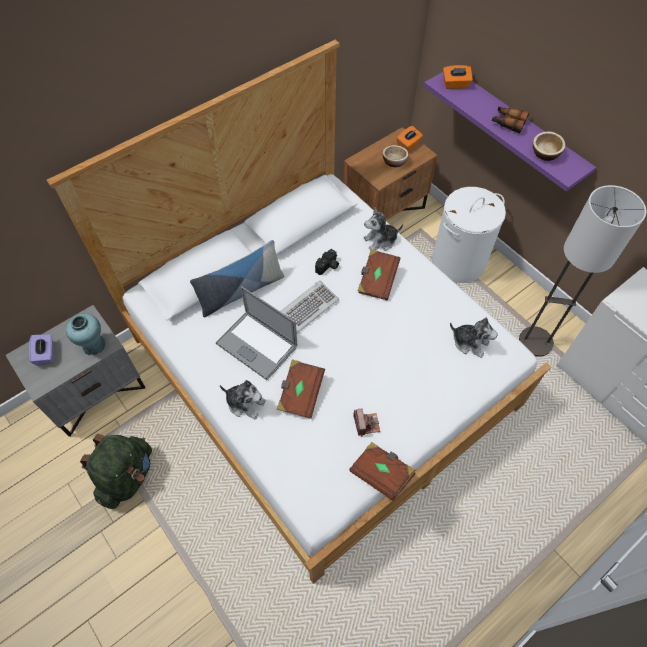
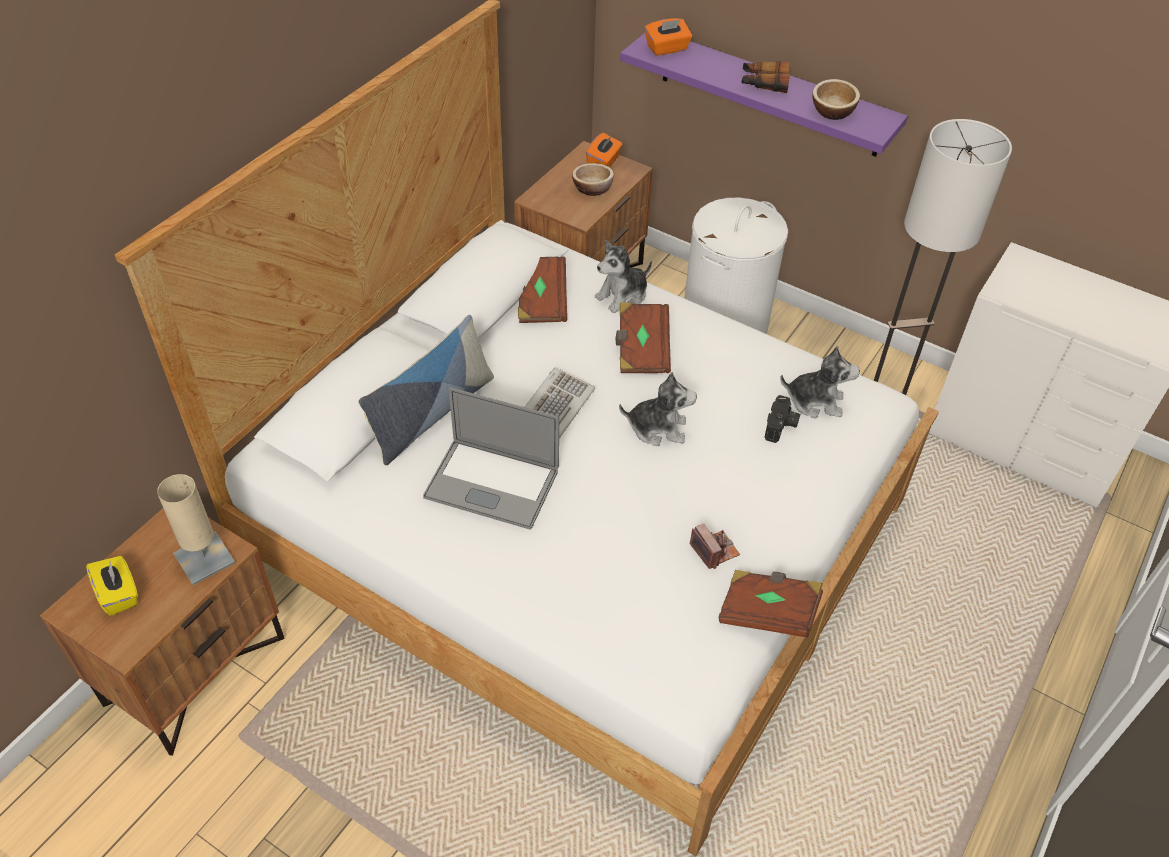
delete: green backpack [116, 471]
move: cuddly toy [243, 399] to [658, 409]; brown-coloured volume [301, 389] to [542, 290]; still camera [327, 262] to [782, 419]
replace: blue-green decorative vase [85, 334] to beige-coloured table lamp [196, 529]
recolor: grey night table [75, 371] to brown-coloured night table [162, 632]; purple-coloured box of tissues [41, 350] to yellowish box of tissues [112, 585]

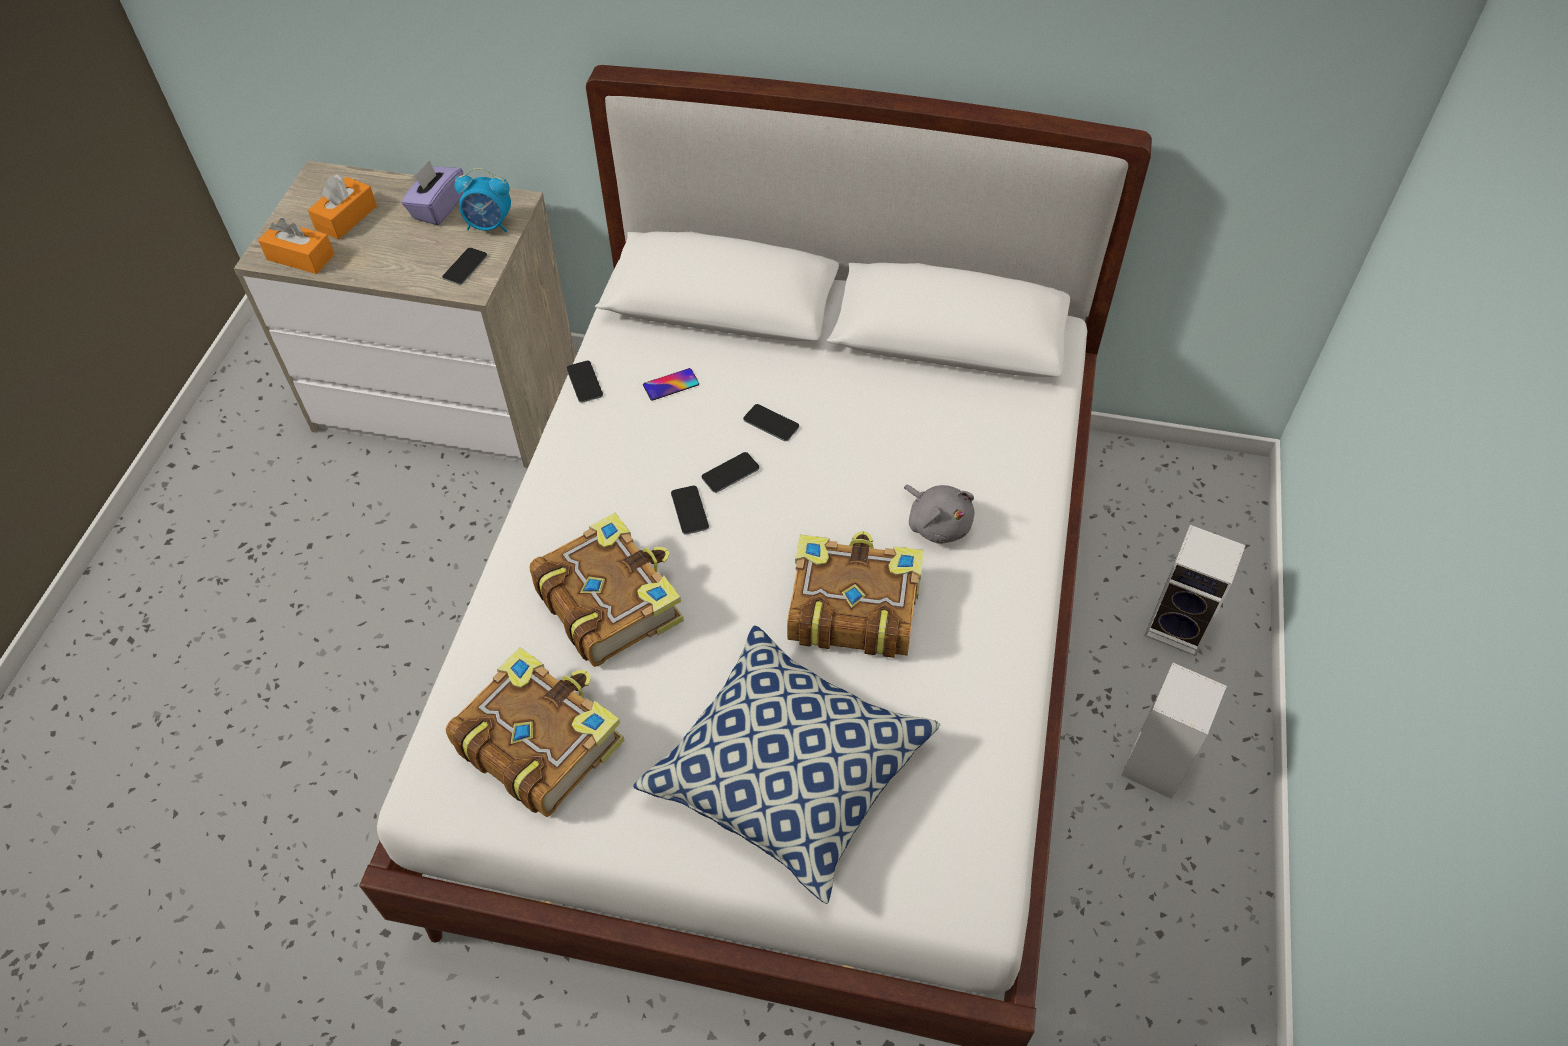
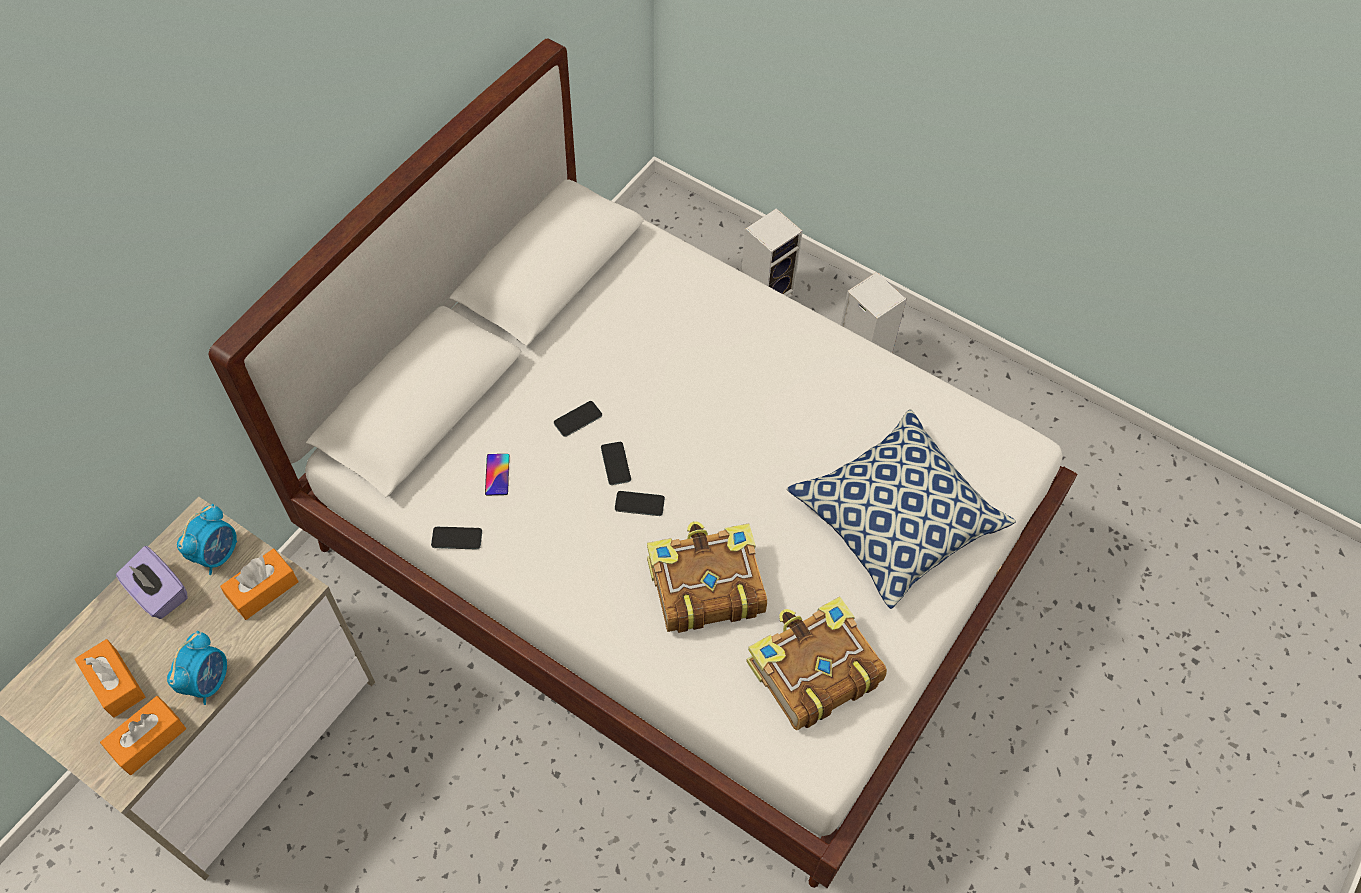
delete: volume [855, 594]; grey cuddly toy [939, 514]
insert: table clock [197, 668]
replace: handset [464, 266] to orange box of tissues [259, 584]

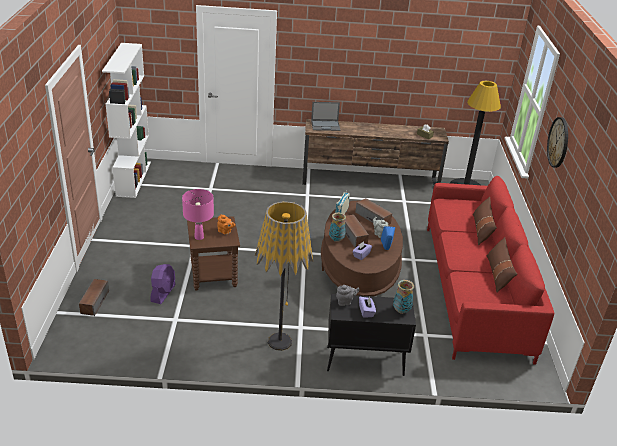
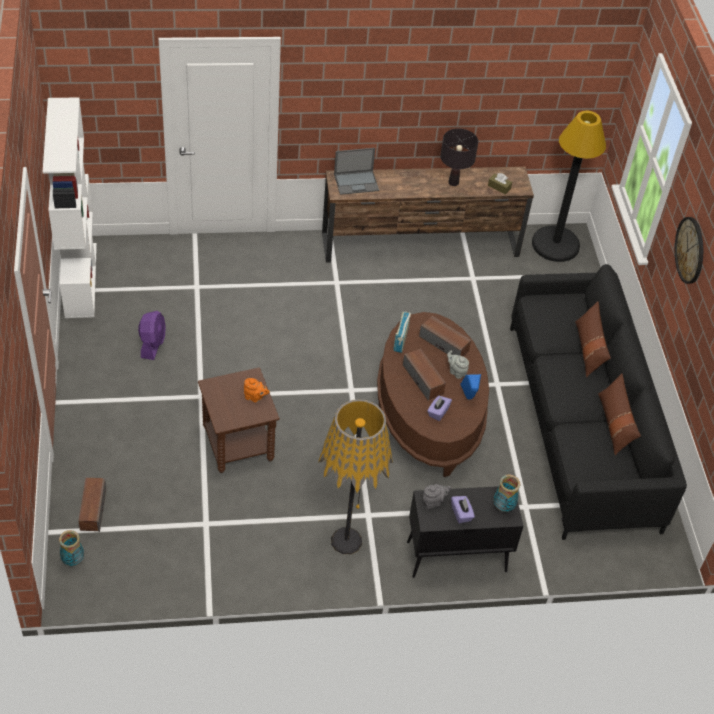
delete: pinkish table lamp [198, 214]
insert: blackish table lamp [459, 157]
move: purple-coloured fan [163, 284] to [152, 335]; decorative vase [337, 227] to [71, 548]
recolor: red sofa [490, 270] to blackish sofa [598, 402]

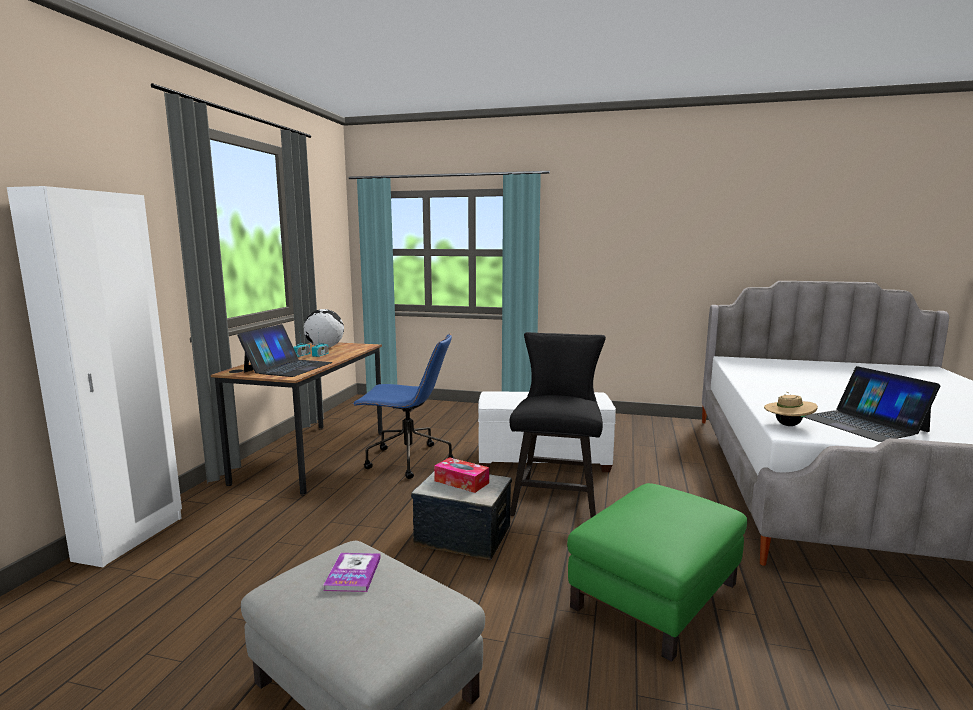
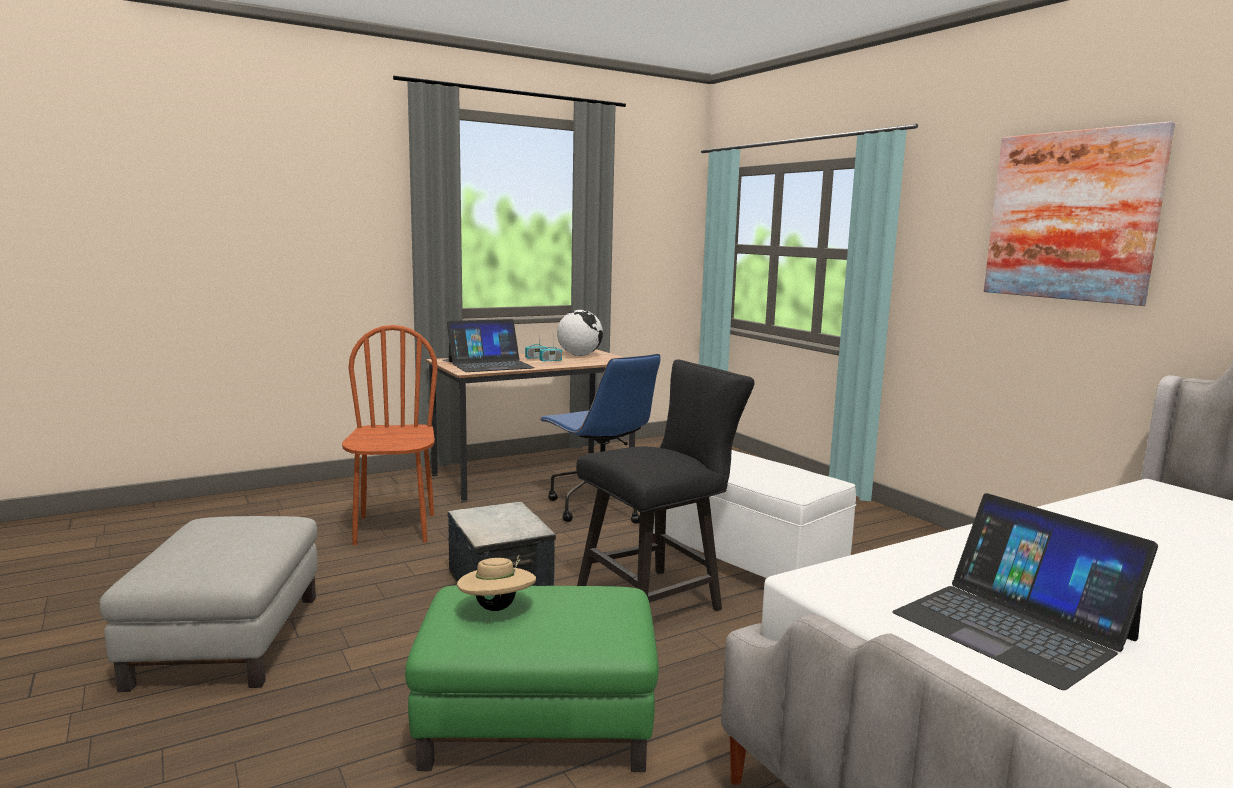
delete: whitish clothes cupboard [94, 376]; volume [352, 572]; box of tissues [461, 475]
insert: brown-coloured plain chair [390, 435]; wall picture [1079, 213]
move: beige-coloured hat [791, 409] to [496, 583]
rotate: portable computer [872, 404] = [1025, 591] 60 degrees counterclockwise

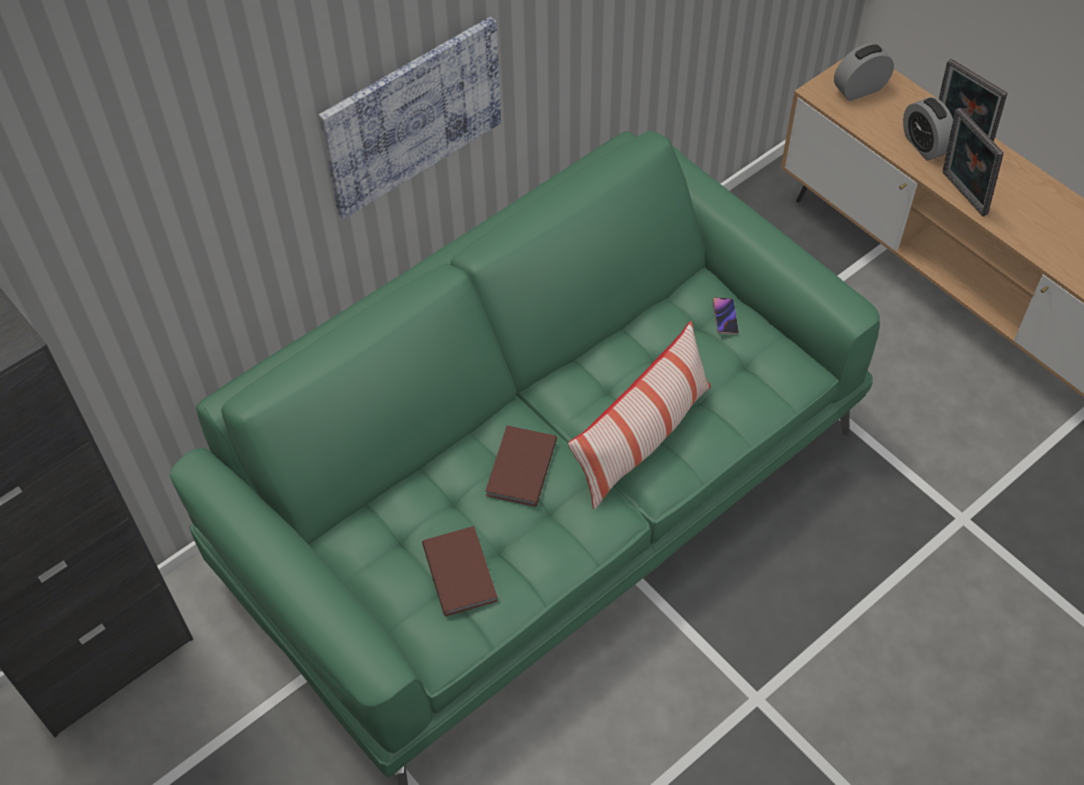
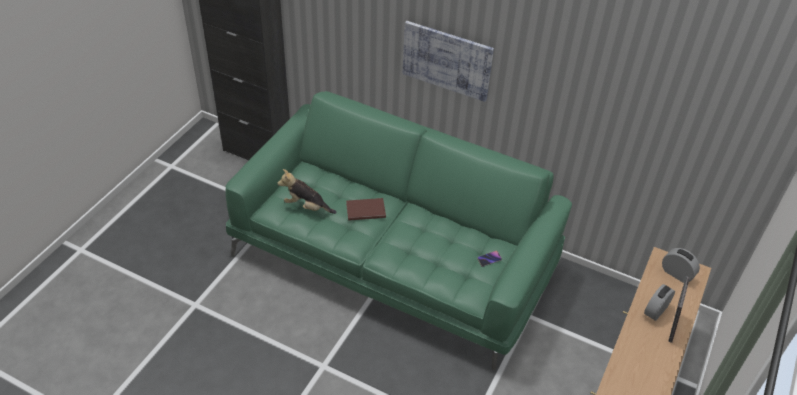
delete: throw pillow [639, 415]; standing frame [973, 162]
replace: brown-coloured volume [460, 571] to cuddly toy [306, 191]

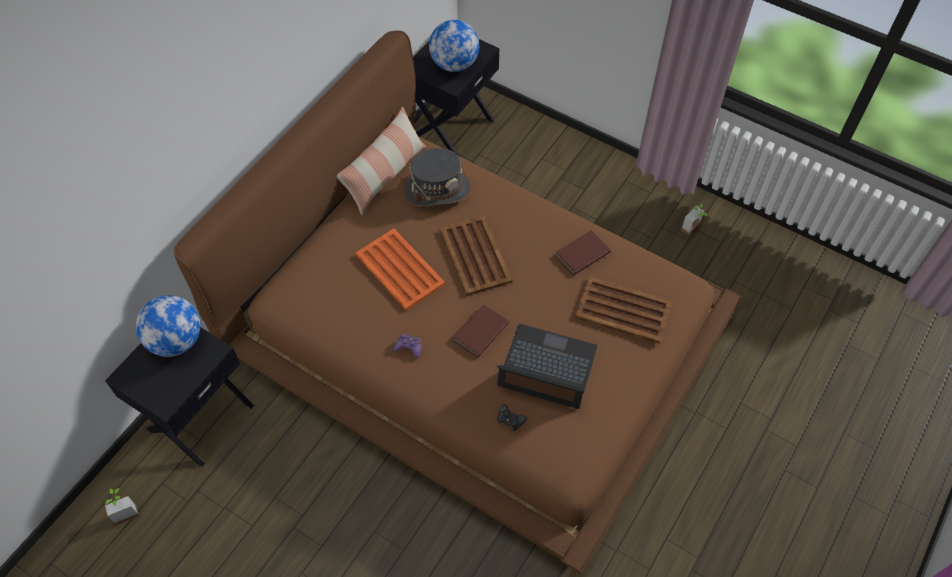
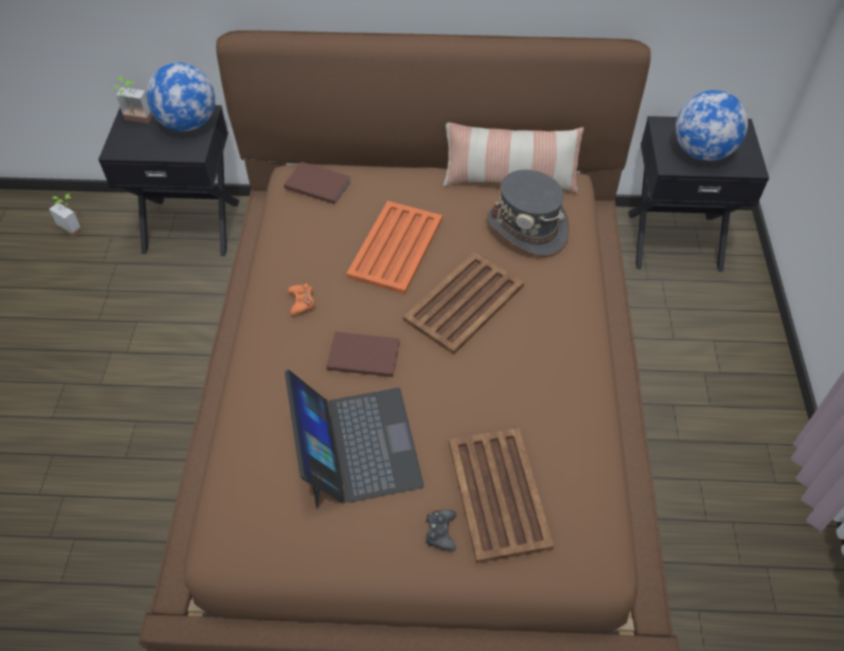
move: blackish gamepad [512, 418] to [441, 530]; brown-coloured volume [583, 252] to [317, 183]; houseplant [694, 220] to [133, 100]
recolor: purple-coloured gamepad [407, 346] to orange gamepad [302, 300]

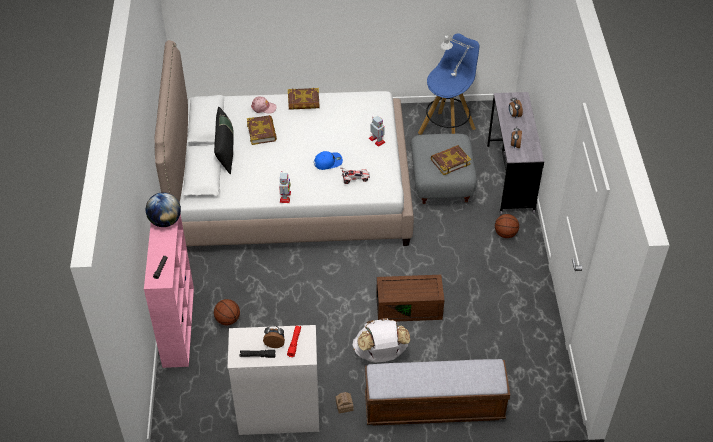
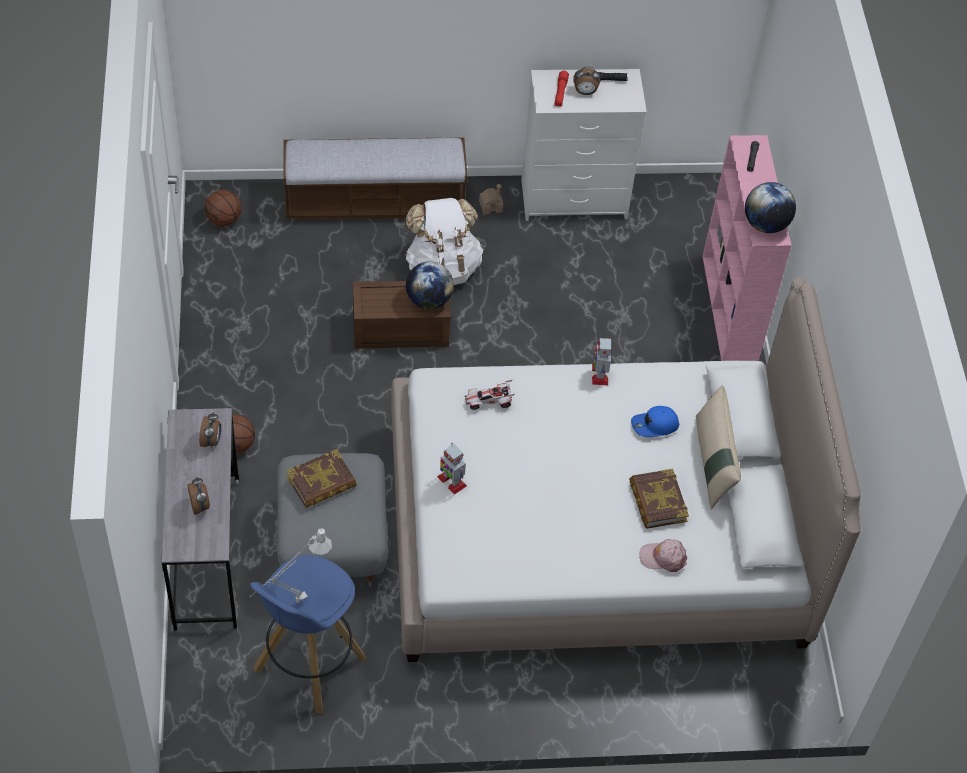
delete: volume [304, 99]
insert: globe [430, 285]
move: basketball [227, 312] to [223, 208]; blue cap [328, 160] to [655, 421]
recolor: blackish throw pillow [224, 140] to beige-coloured throw pillow [718, 447]

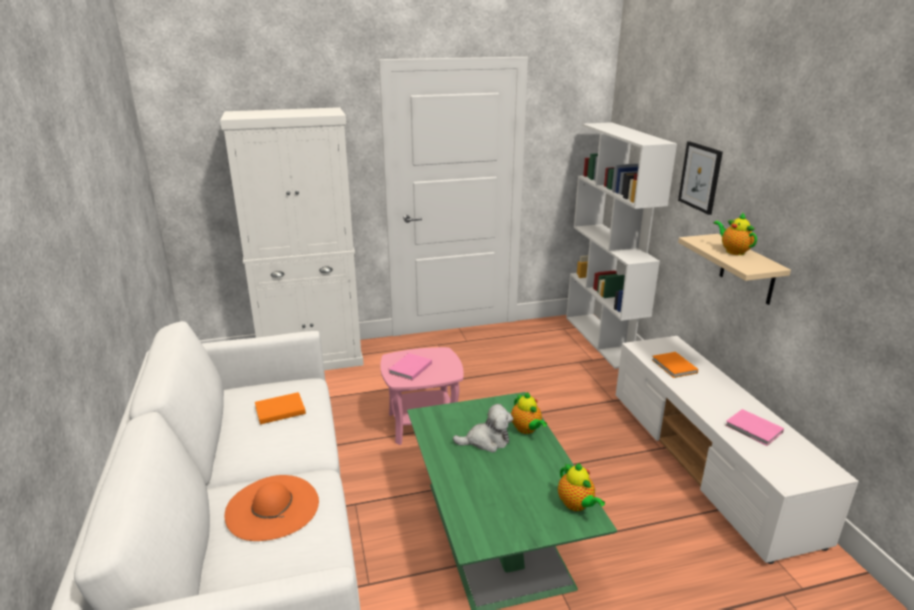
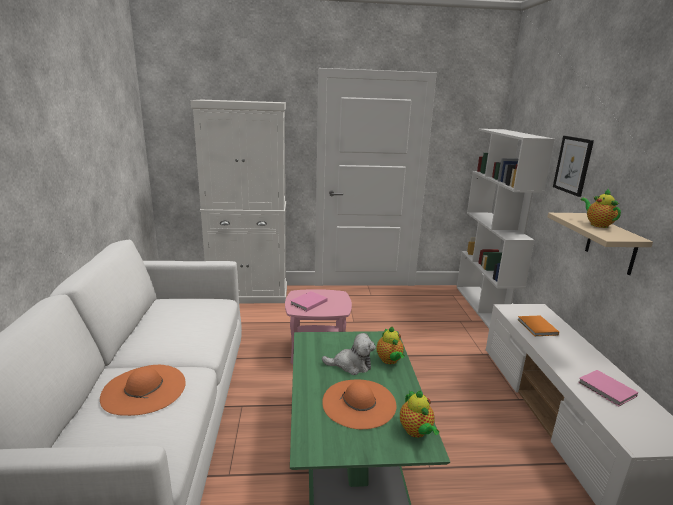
delete: orange volume [280, 408]
insert: orange hat [359, 404]

